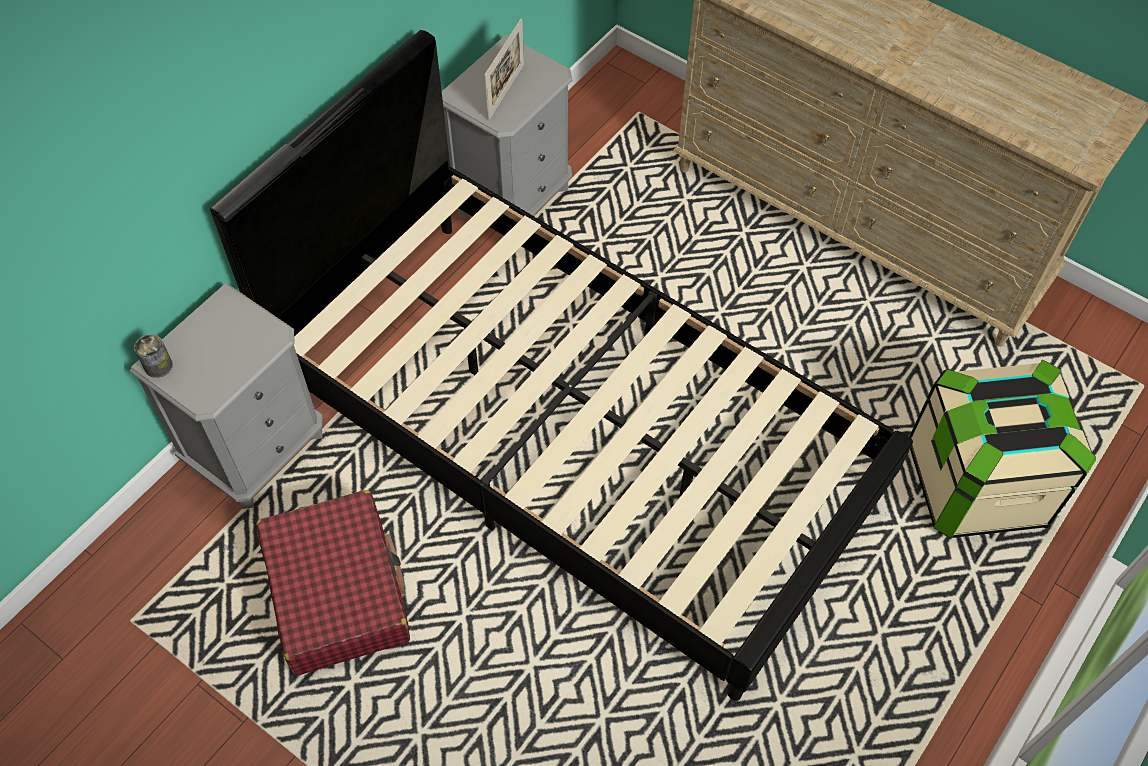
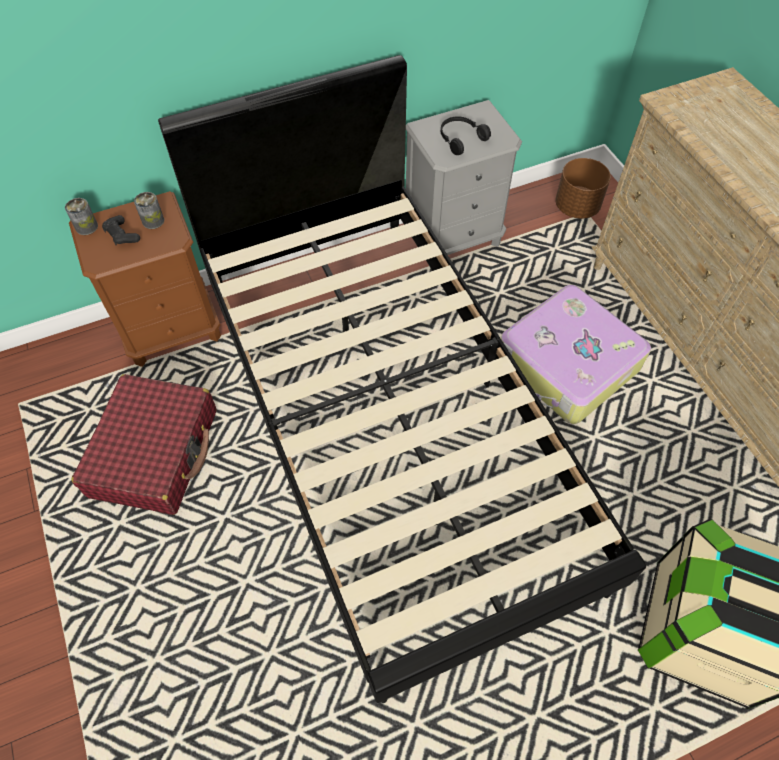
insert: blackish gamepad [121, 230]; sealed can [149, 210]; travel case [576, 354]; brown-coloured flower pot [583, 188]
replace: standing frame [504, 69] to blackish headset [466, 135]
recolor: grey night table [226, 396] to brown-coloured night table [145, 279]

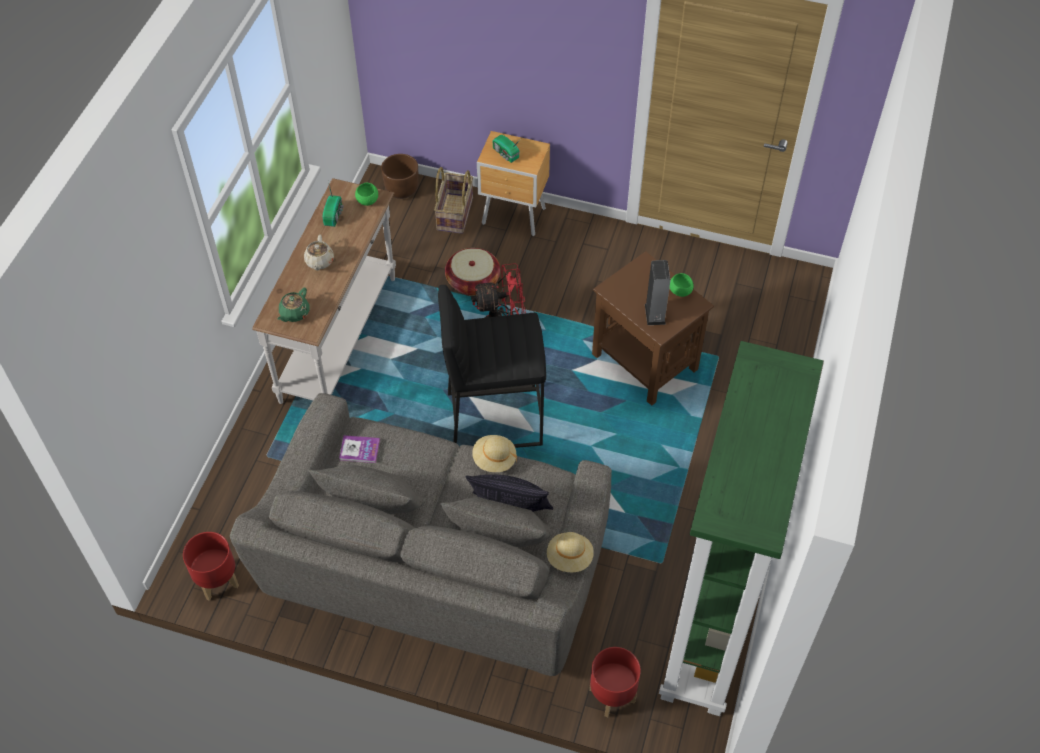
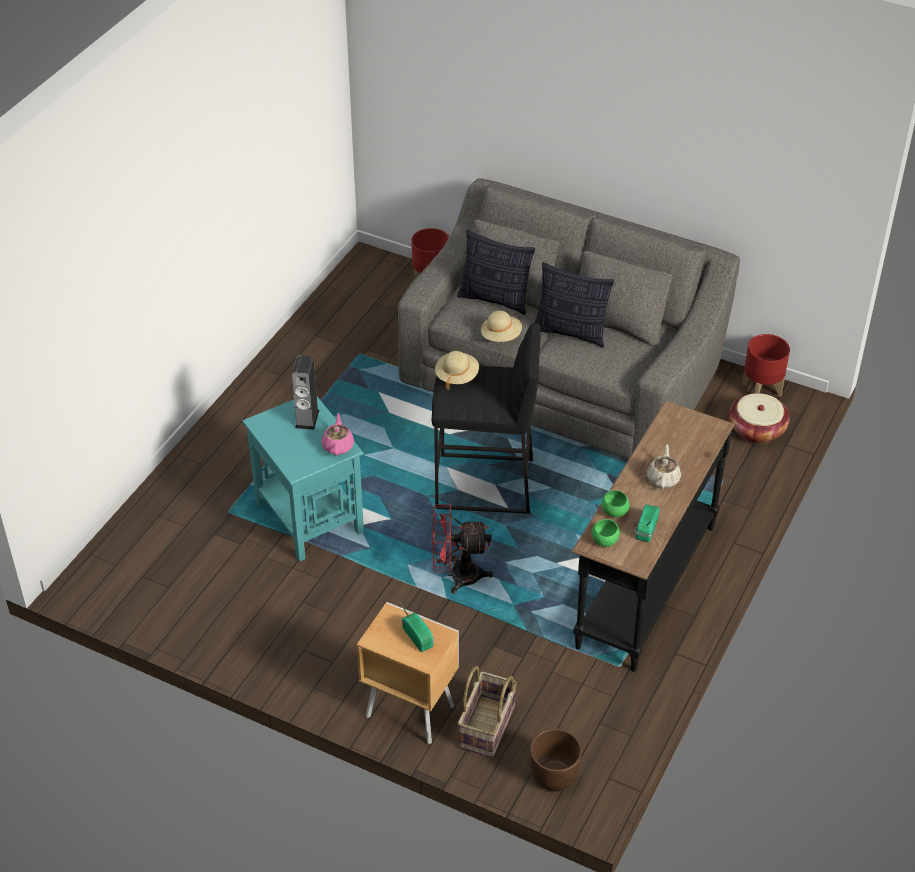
delete: green teapot [294, 304]; volume [359, 449]; green bookshelf [741, 528]
insert: pinkish teapot [337, 434]; throw pillow [574, 305]
move: basket [472, 272] to [759, 418]; beige-coloured hat [570, 552] to [457, 370]; green bowl [682, 285] to [615, 503]
recolor: whitish hall table [324, 291] to blackish hall table [653, 536]; brown-coloured accent table [653, 328] to blue-green accent table [303, 479]

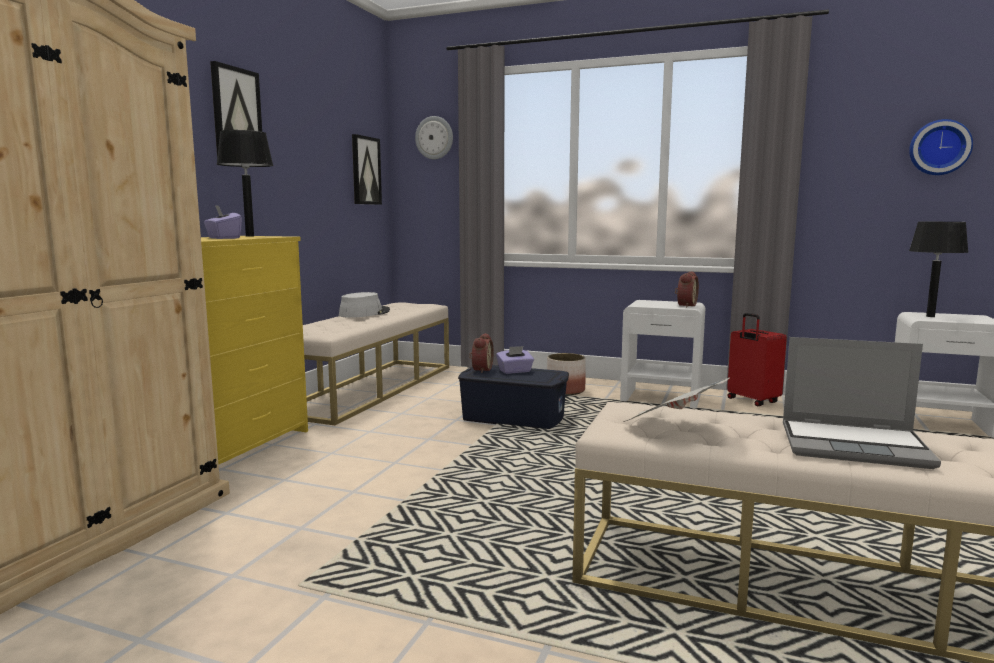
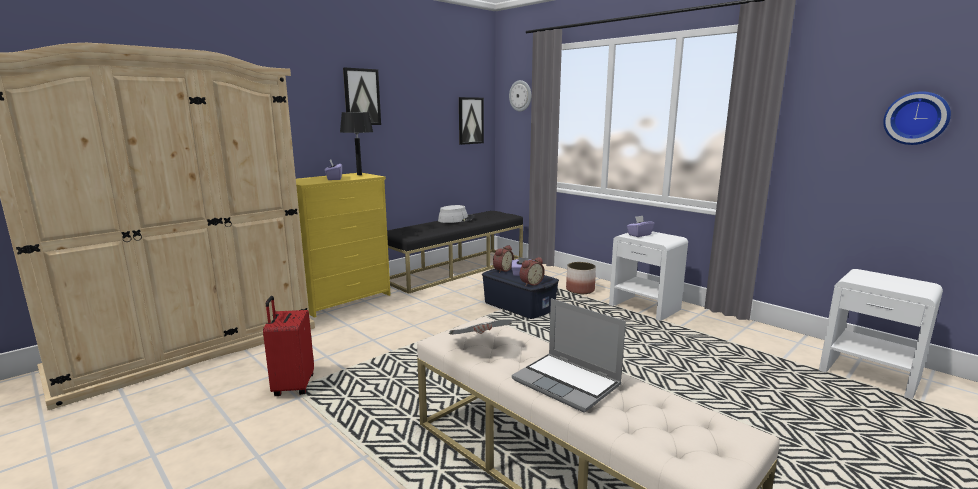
delete: blackish table lamp [938, 269]
insert: purple-coloured box of tissues [640, 226]
move: table clock [687, 289] to [532, 271]; red travel case [757, 359] to [288, 346]
recolor: beige-coloured bench [376, 364] to blackish bench [455, 252]

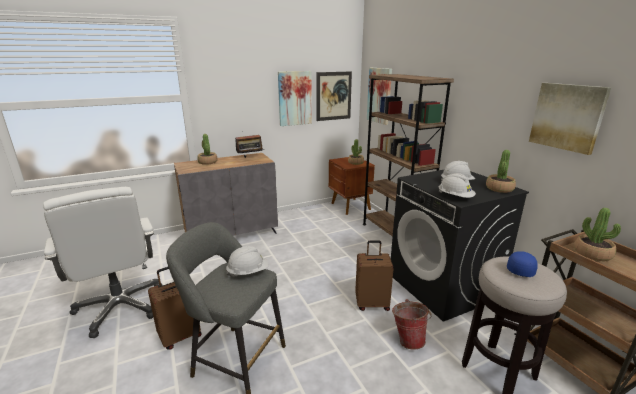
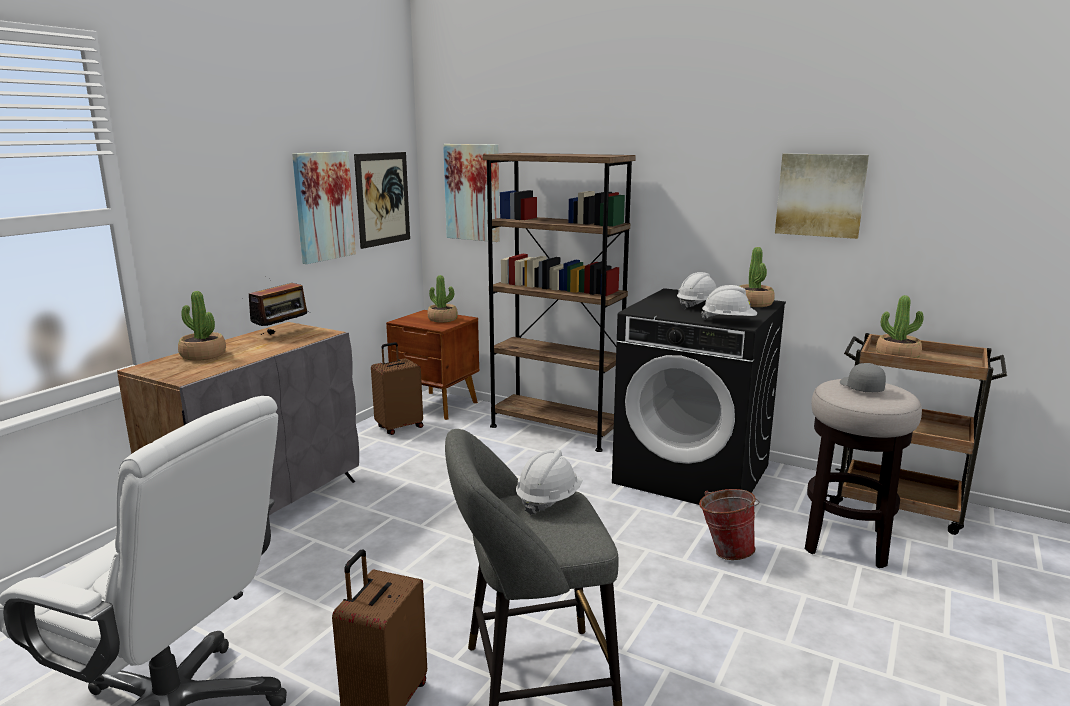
move: brown-coloured travel case [374, 276] to [397, 388]
recolor: blue cap [522, 264] to grey cap [863, 377]

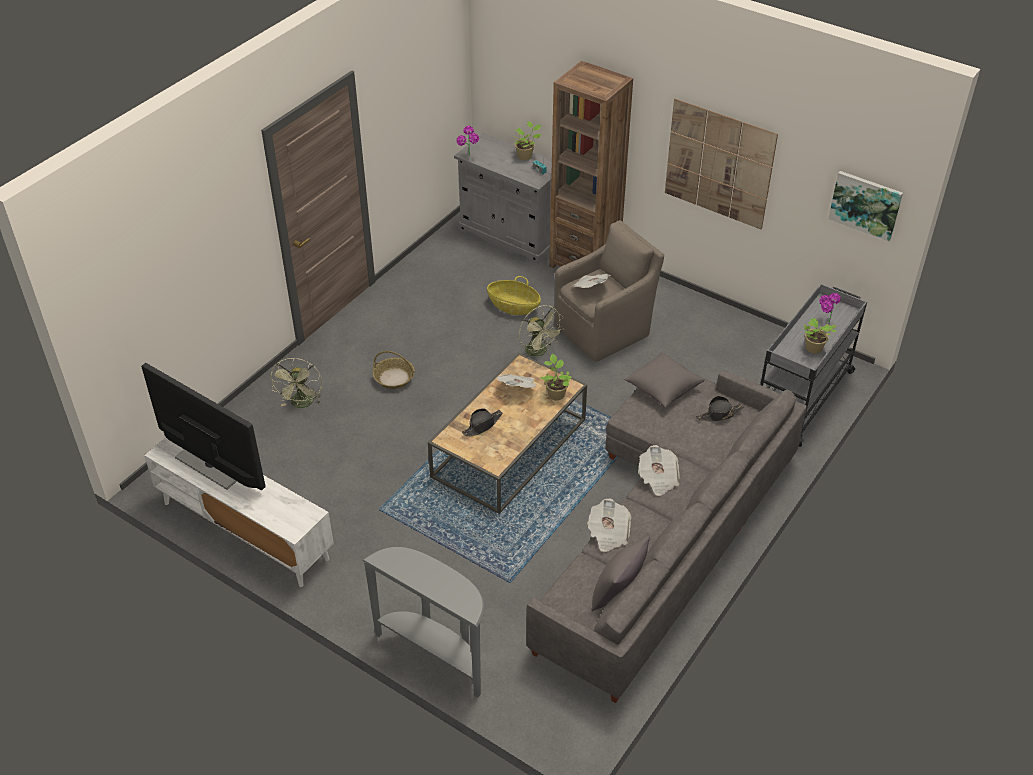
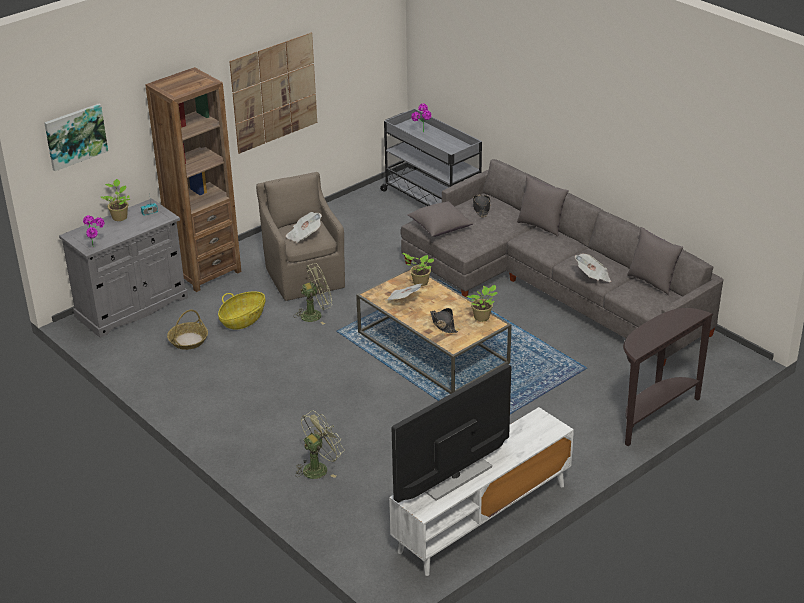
delete: daily paper [659, 470]
insert: grey throw pillow [543, 206]
move: basket [394, 370] to [187, 330]; houseplant [820, 336] to [482, 303]; wall picture [865, 206] to [76, 137]
recolor: grey hall table [423, 622] to brown-coloured hall table [668, 377]
rotate: green fan [296, 383] = [319, 444] 60 degrees counterclockwise

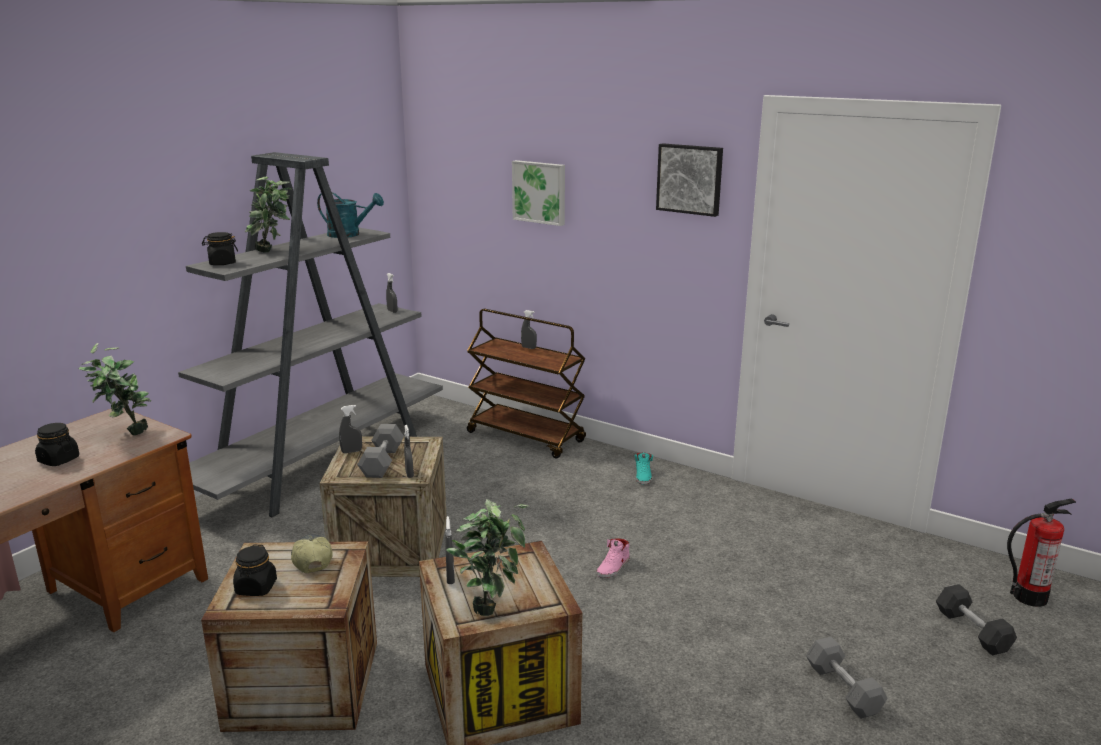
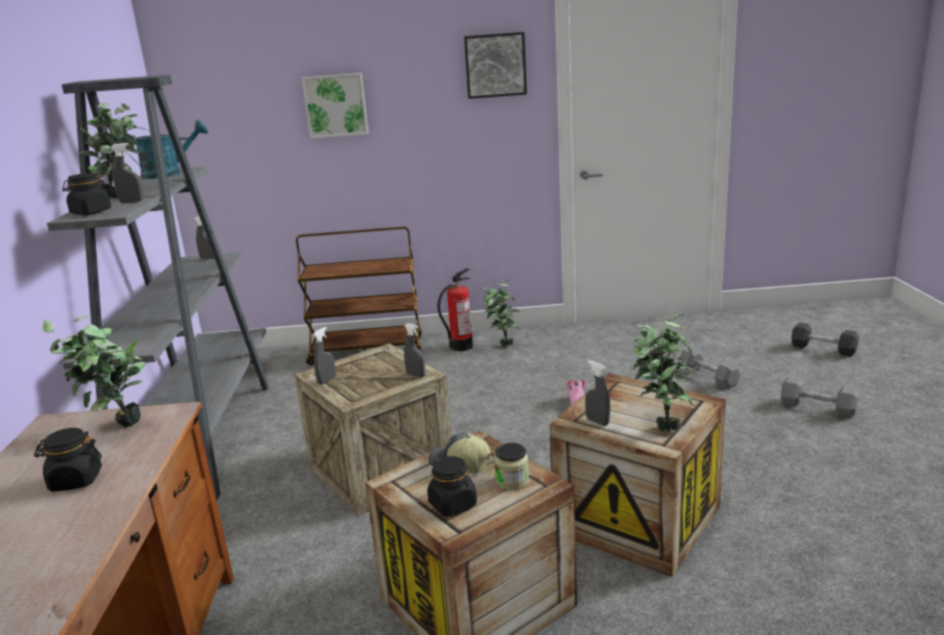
insert: preserve jar [511, 466]
move: grey free weight [380, 451] to [709, 367]; grey sprayer [529, 329] to [126, 173]; fire extinguisher [1041, 553] to [455, 309]
replace: blue-green item of footwear [643, 468] to houseplant [501, 313]

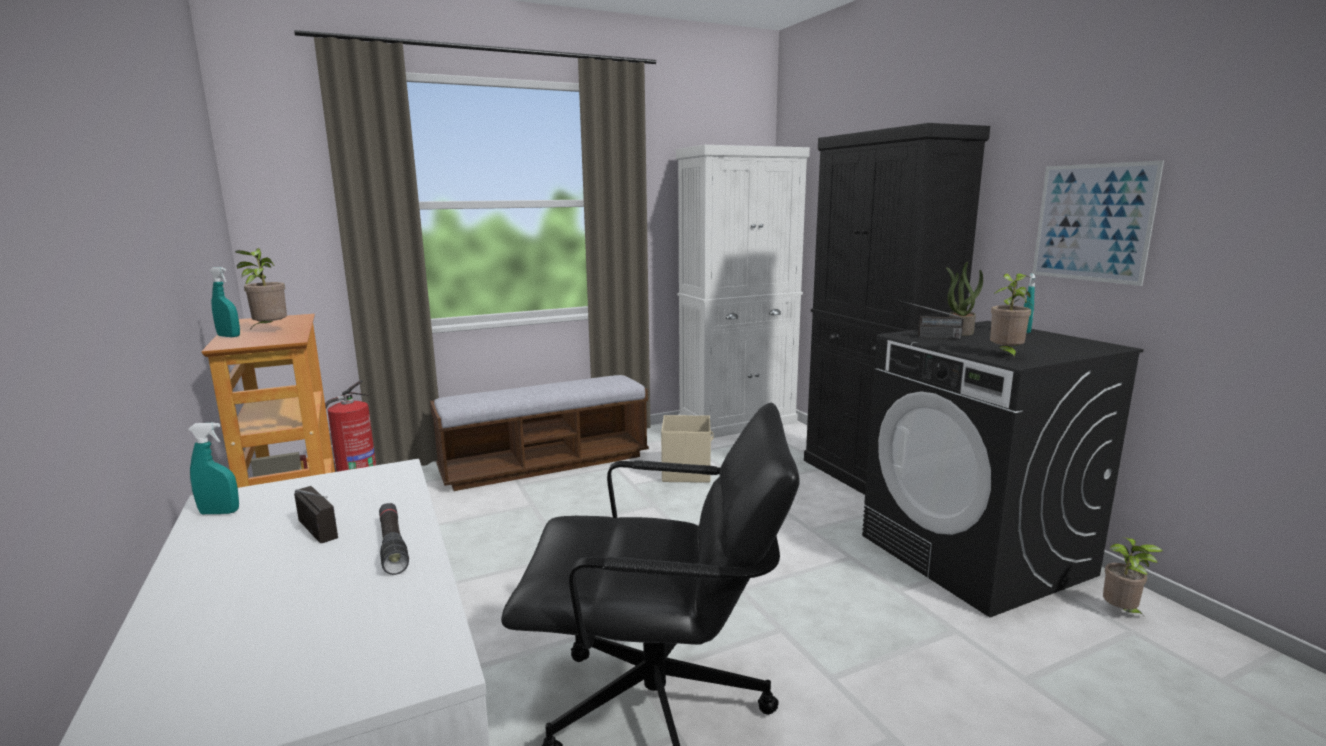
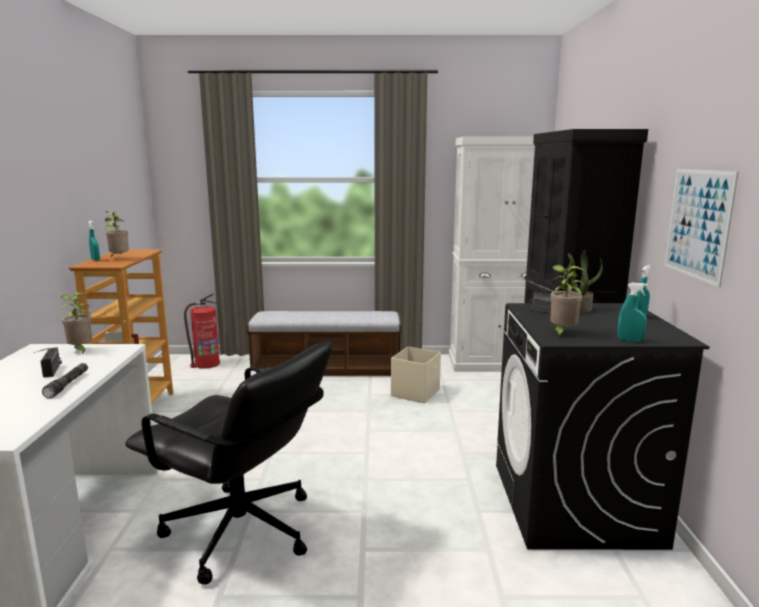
move: blue-green sprayer [213, 468] to [632, 312]; houseplant [1133, 576] to [75, 323]

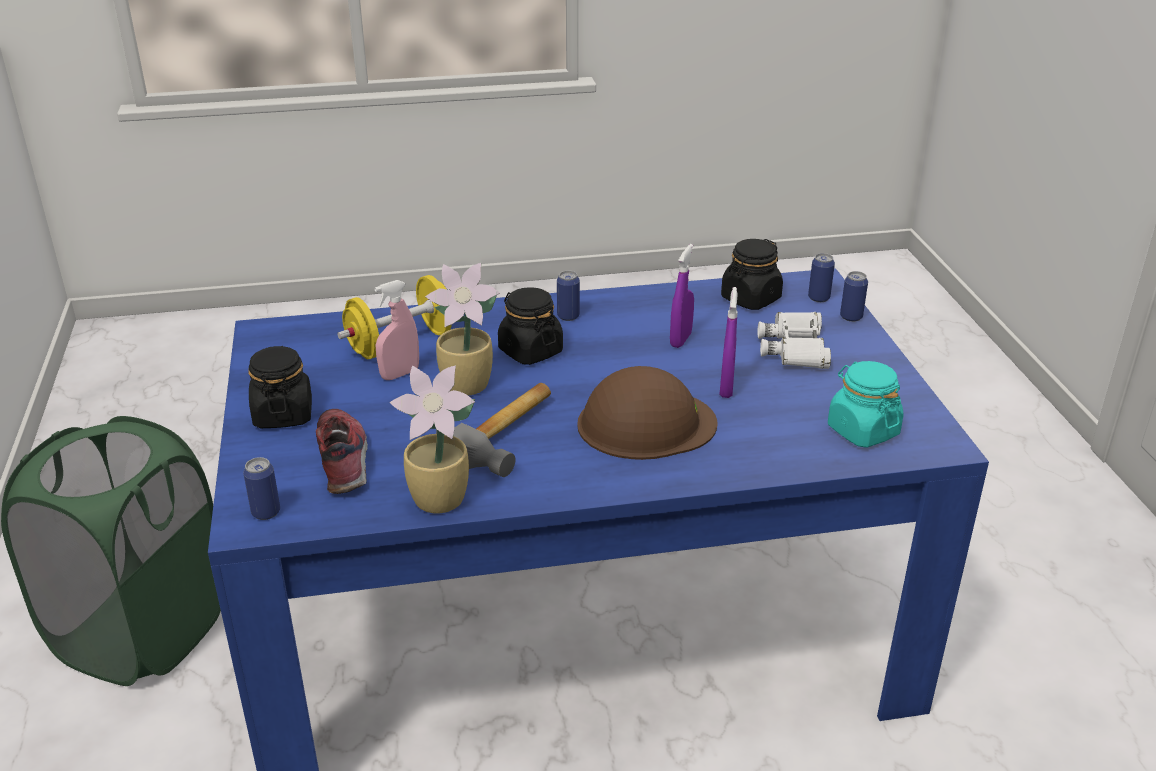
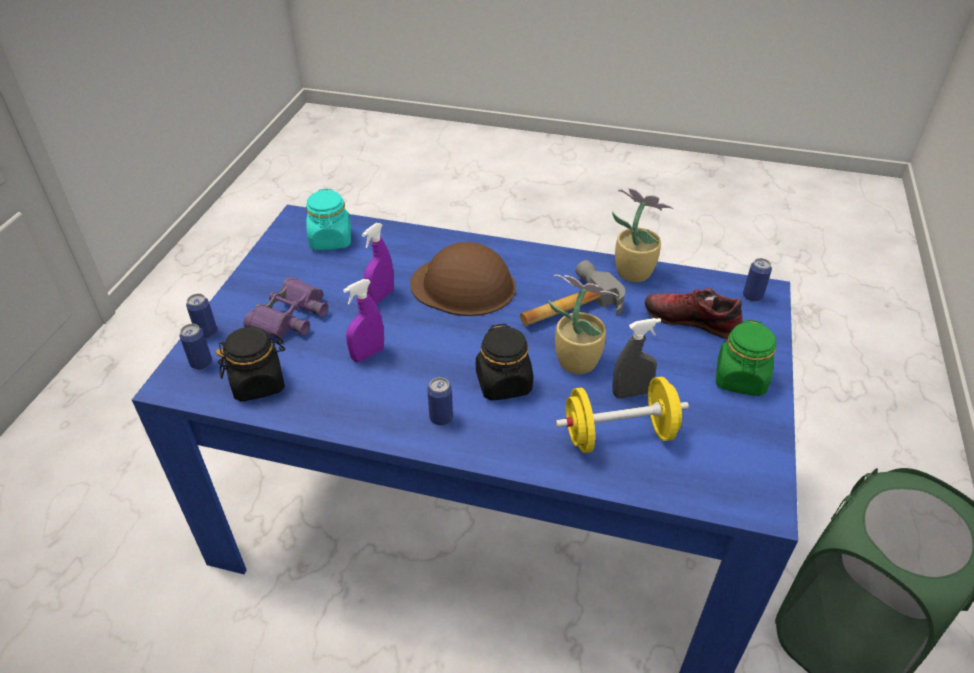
recolor: blackish preserve jar [280, 387] to green preserve jar [746, 357]; pinkish sprayer [396, 330] to grey sprayer [636, 358]; whitish pair of binoculars [794, 340] to purple-coloured pair of binoculars [285, 307]
rotate: item of footwear [342, 451] = [694, 313] 105 degrees clockwise

